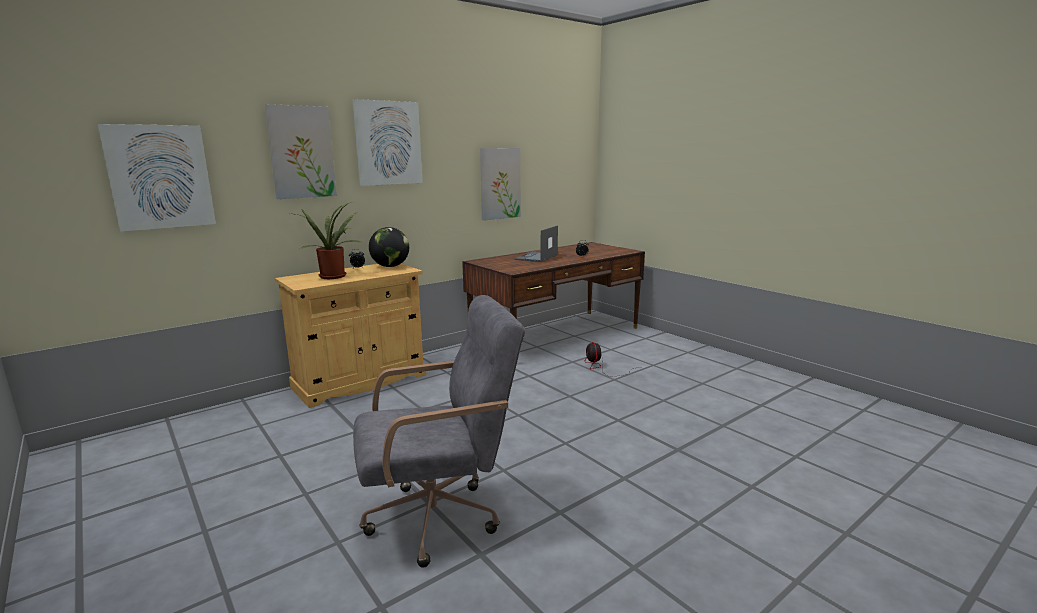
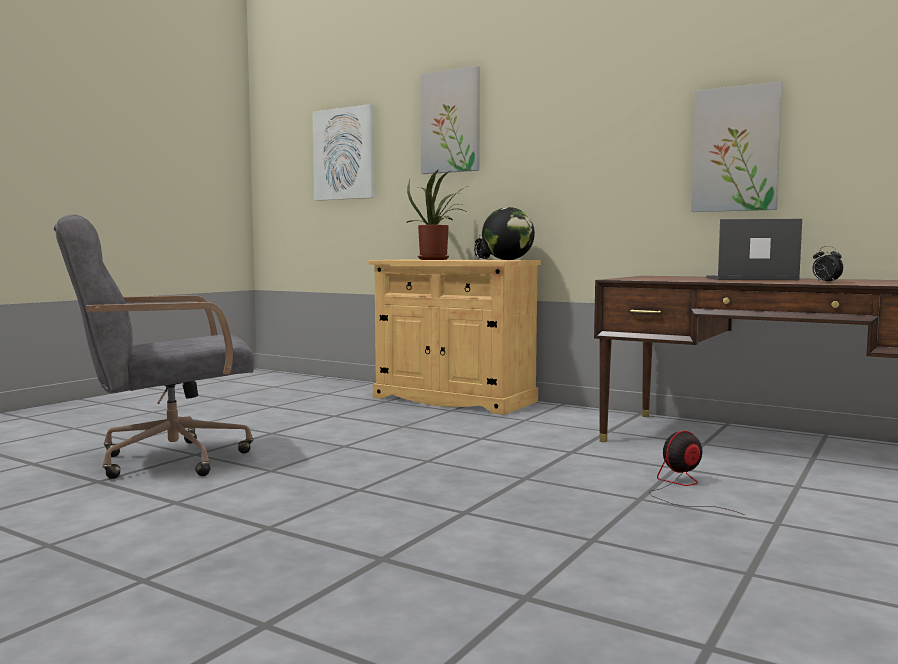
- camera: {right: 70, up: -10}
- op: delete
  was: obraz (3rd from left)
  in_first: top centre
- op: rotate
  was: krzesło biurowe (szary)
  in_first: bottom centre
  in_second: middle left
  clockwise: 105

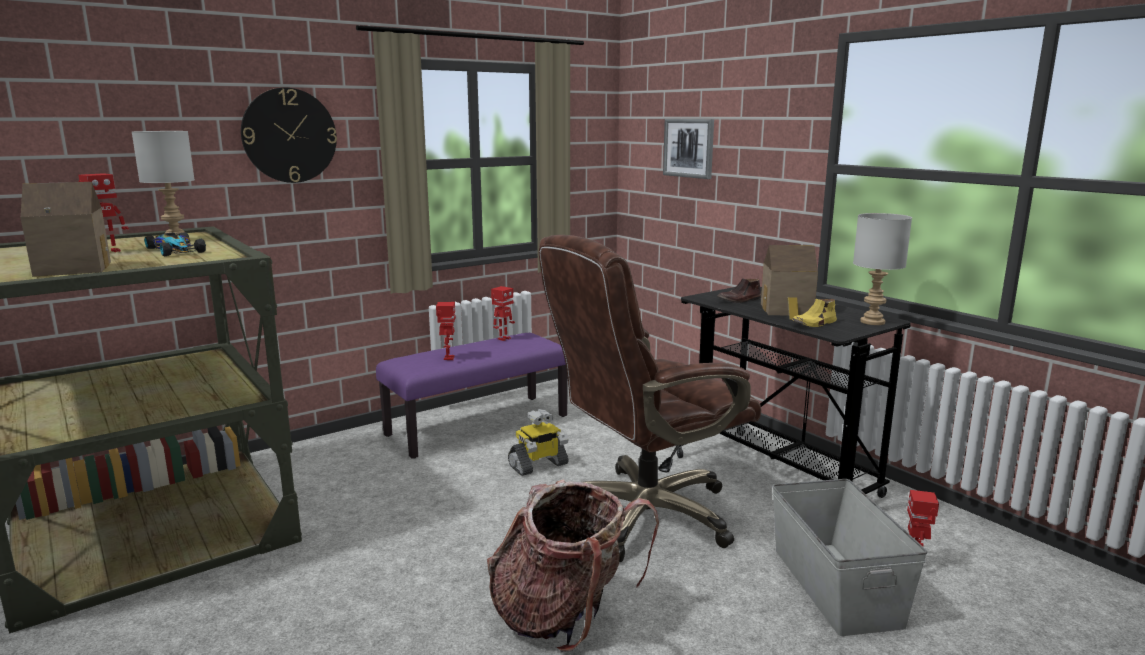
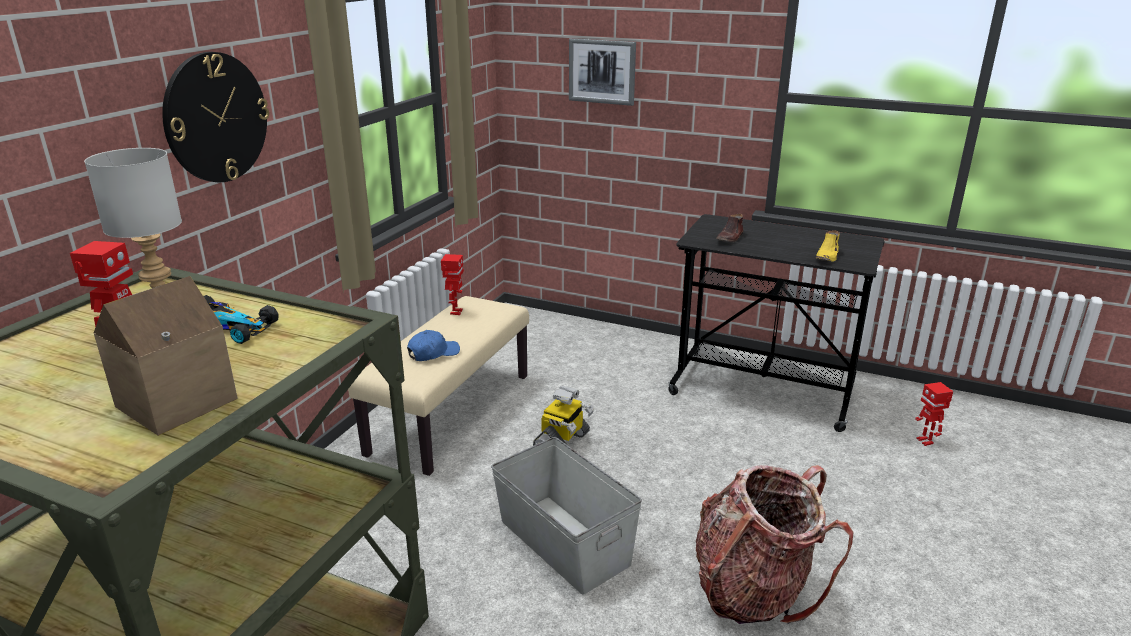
- camera: {right: -30, up: 10}
- op: delete
  was: lampa stołowa (szary) (2nd from left)
  in_first: middle right
- op: delete
  was: krzesło biurowe (brązowy)
  in_first: centre
- op: delete
  was: domek (2nd from left)
  in_first: middle right
- op: replace
  was: robot zabawkowy (2nd from left)
  now: czapka z daszkiem (niebieski)
  in_first: centre
  in_second: centre
- op: recolor
  was: ławka (fioletowy)
  now: ławka (beżowy)
  in_first: centre
  in_second: centre
- op: move
  was: pojemnik do przechowywania (szary)
  in_first: bottom right
  in_second: bottom centre

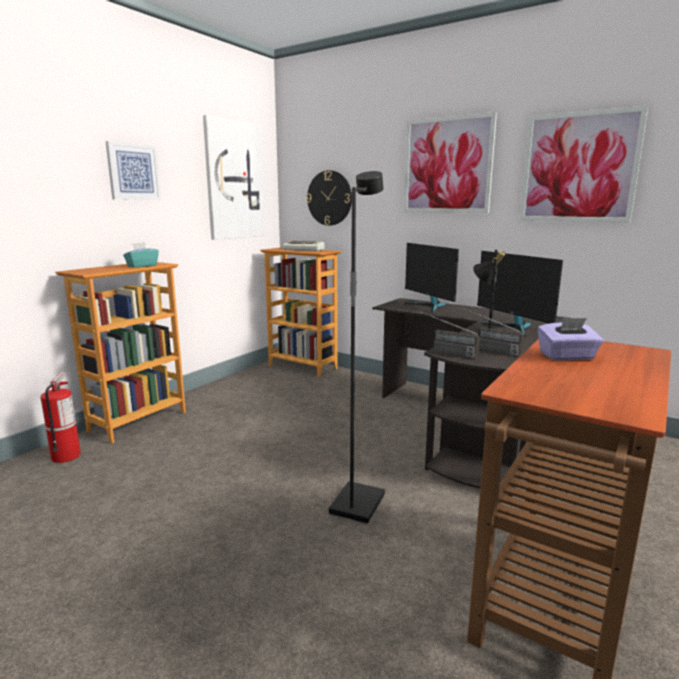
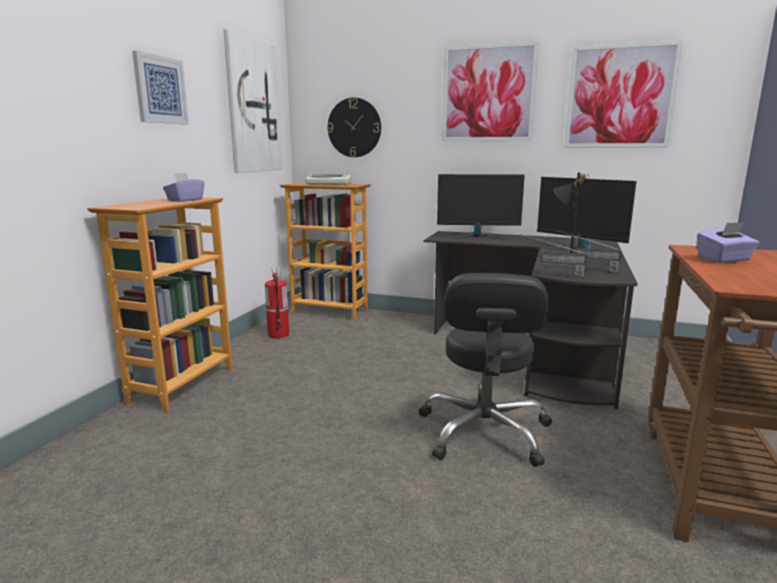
- camera: {right: -15, up: 0}
- op: replace
  was: lampa stojąca (czarny)
  now: krzesło biurowe (czarny)
  in_first: centre
  in_second: centre
- op: recolor
  was: pudełko chusteczek (turkusowy)
  now: pudełko chusteczek (fioletowy) (1st from left)
  in_first: middle left
  in_second: top left
- op: rotate
  was: monitor (1st from left)
  in_first: centre
  in_second: centre
  clockwise: -45
- op: move
  was: gaśnica
  in_first: middle left
  in_second: centre

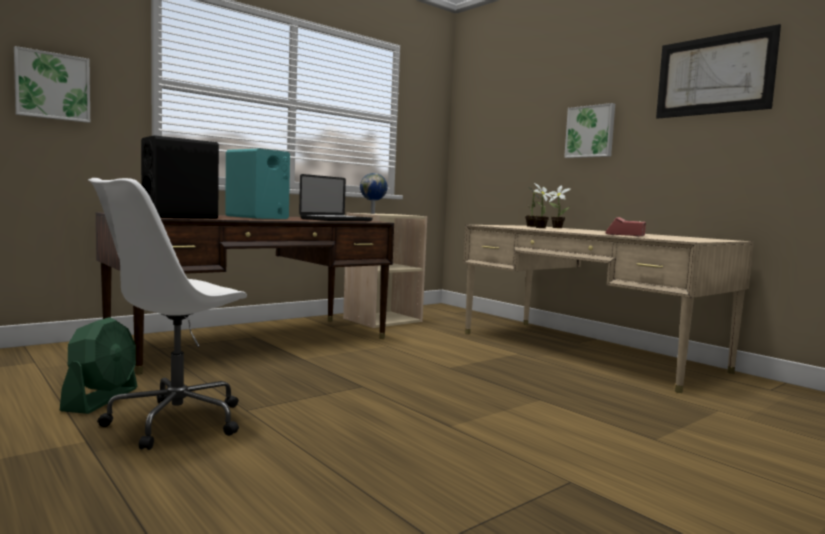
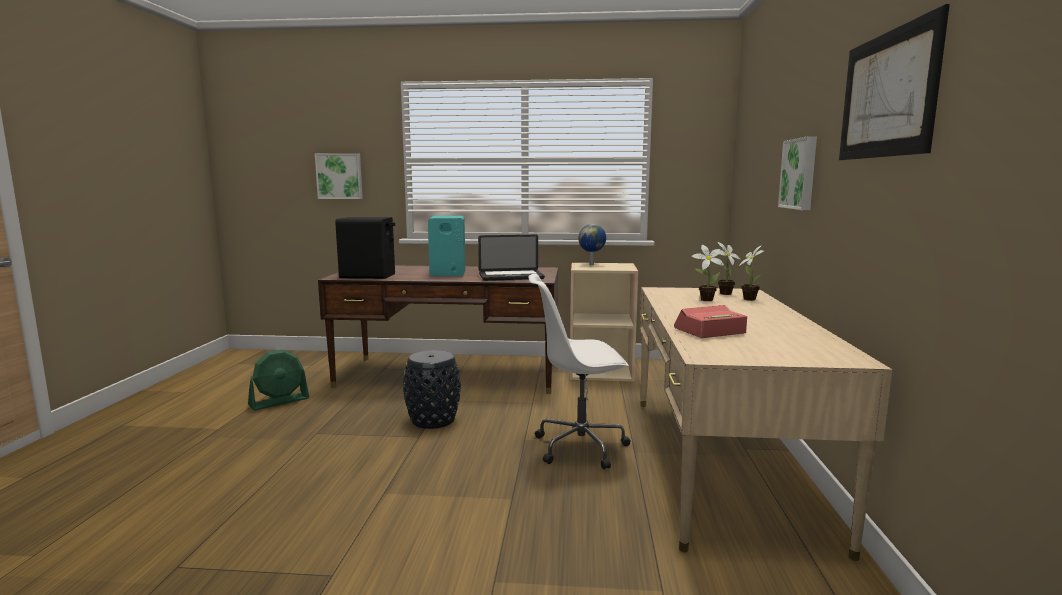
- camera: {right: 45, up: 5}
- op: move
  was: krzesło biurowe (biały)
  in_first: middle left
  in_second: centre
- op: insert
  now: stołek (czarny)
  in_second: centre

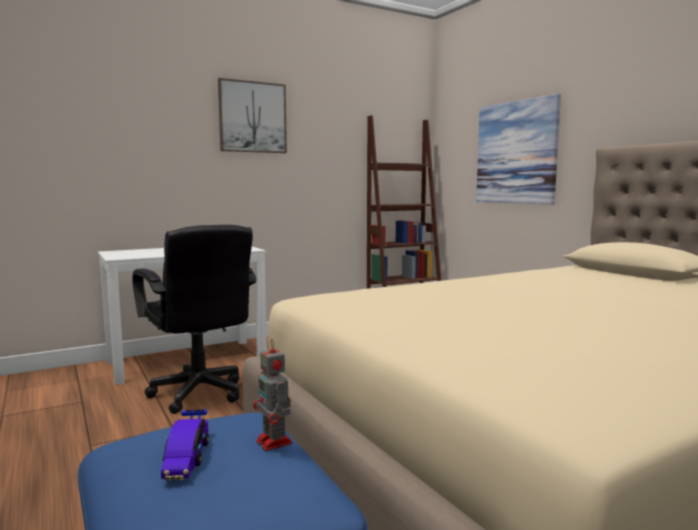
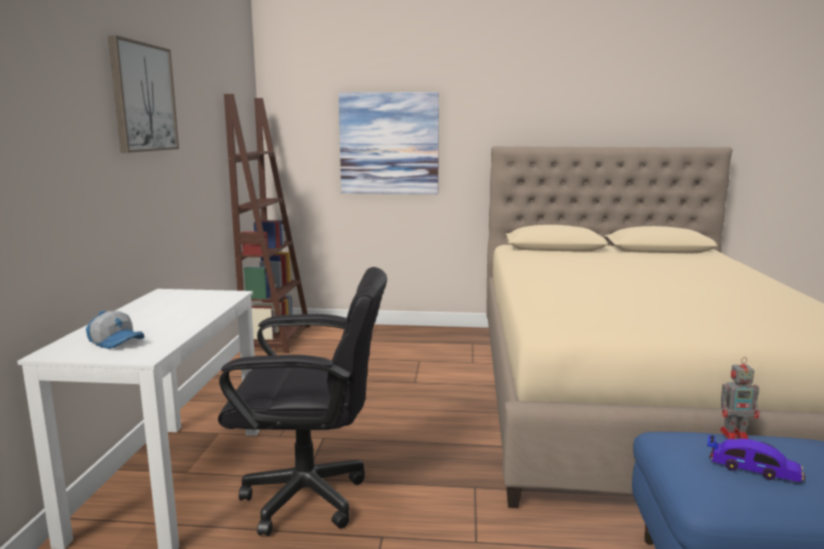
- camera: {right: -55, up: 5}
- op: insert
  now: czapka z daszkiem
  in_second: middle left

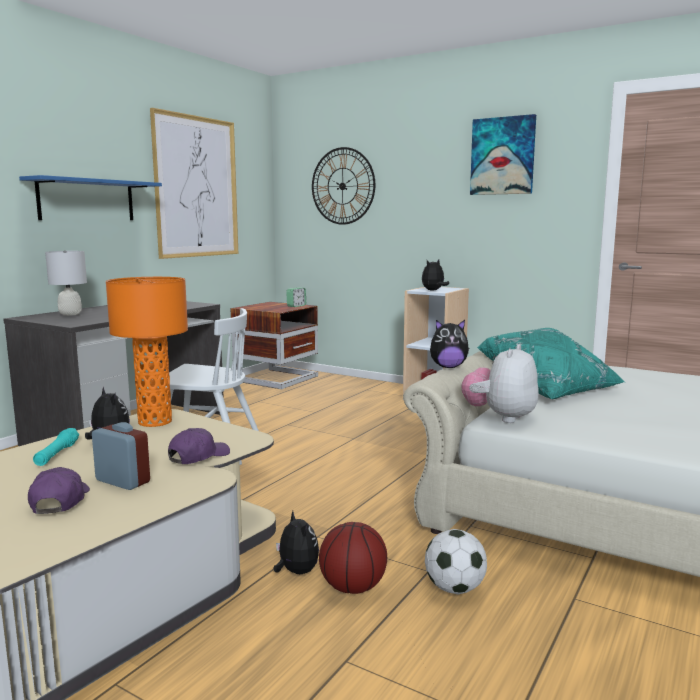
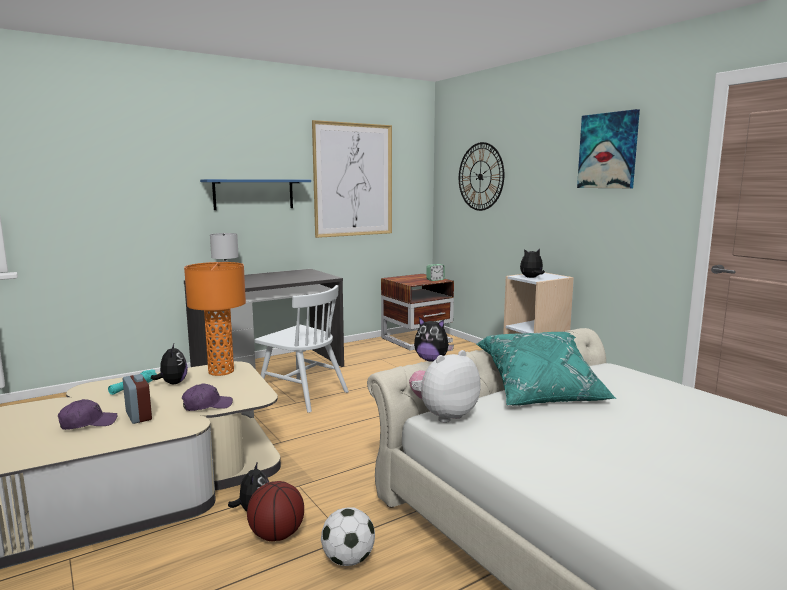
- camera: {right: 25, up: 0}
- op: rotate
  was: czapka z daszkiem (fioletowy) (1st from left)
  in_first: bottom left
  in_second: bottom left
  clockwise: 45

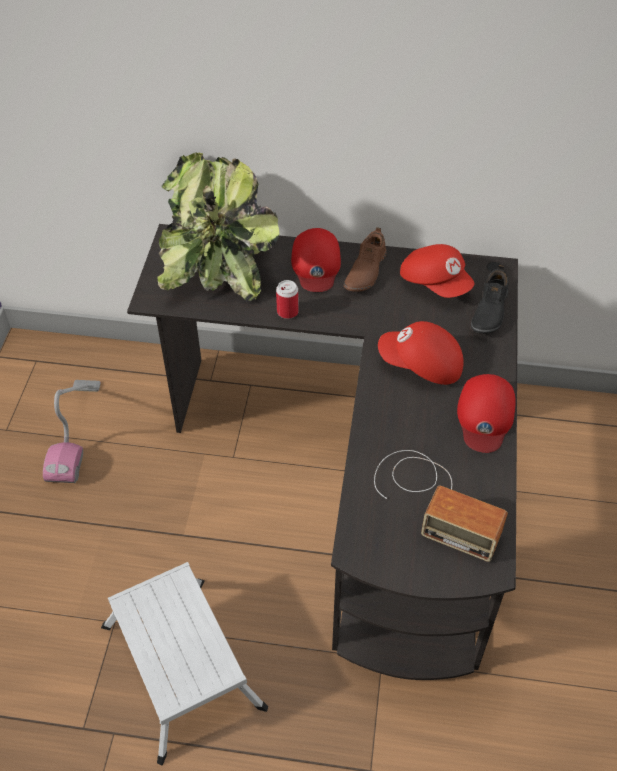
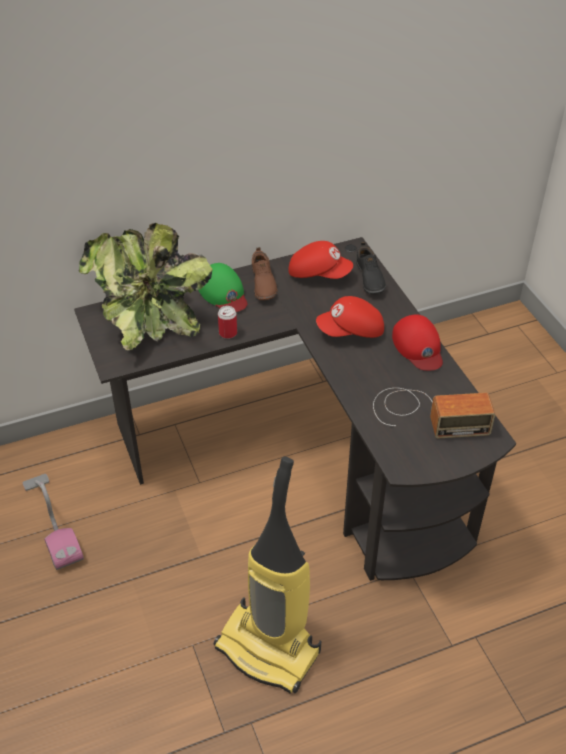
- camera: {right: -30, up: -5}
- op: recolor
  was: czapka z daszkiem (czerwony) (1st from left)
  now: czapka z daszkiem (zielony)
  in_first: centre
  in_second: centre
- op: replace
  was: drabinka (biały)
  now: odkurzacz (2nd from left)
  in_first: bottom left
  in_second: bottom centre

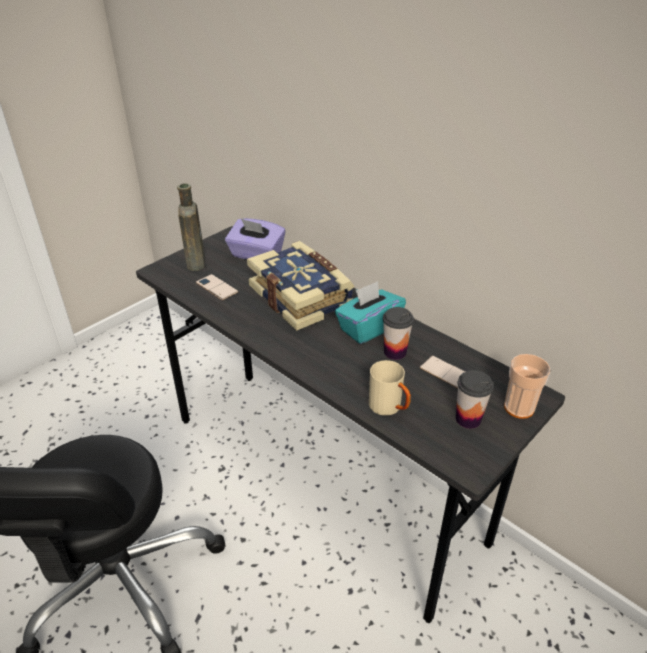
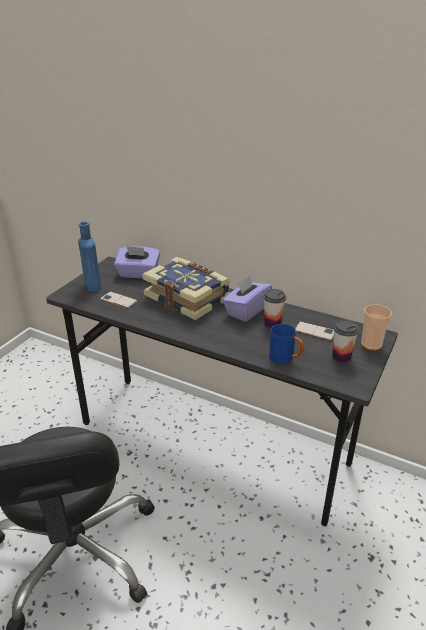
- camera: {right: -15, up: -5}
- op: recolor
  was: butelka (brązowy)
  now: butelka (niebieski)
  in_first: middle left
  in_second: middle left
- op: recolor
  was: pudełko chusteczek (turkusowy)
  now: pudełko chusteczek (fioletowy) (2nd from left)
  in_first: centre
  in_second: centre
- op: recolor
  was: kubek (beżowy)
  now: kubek (niebieski)
  in_first: centre
  in_second: middle right

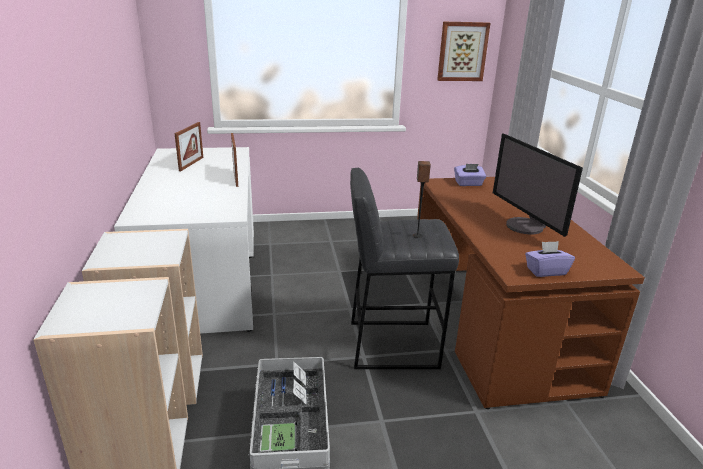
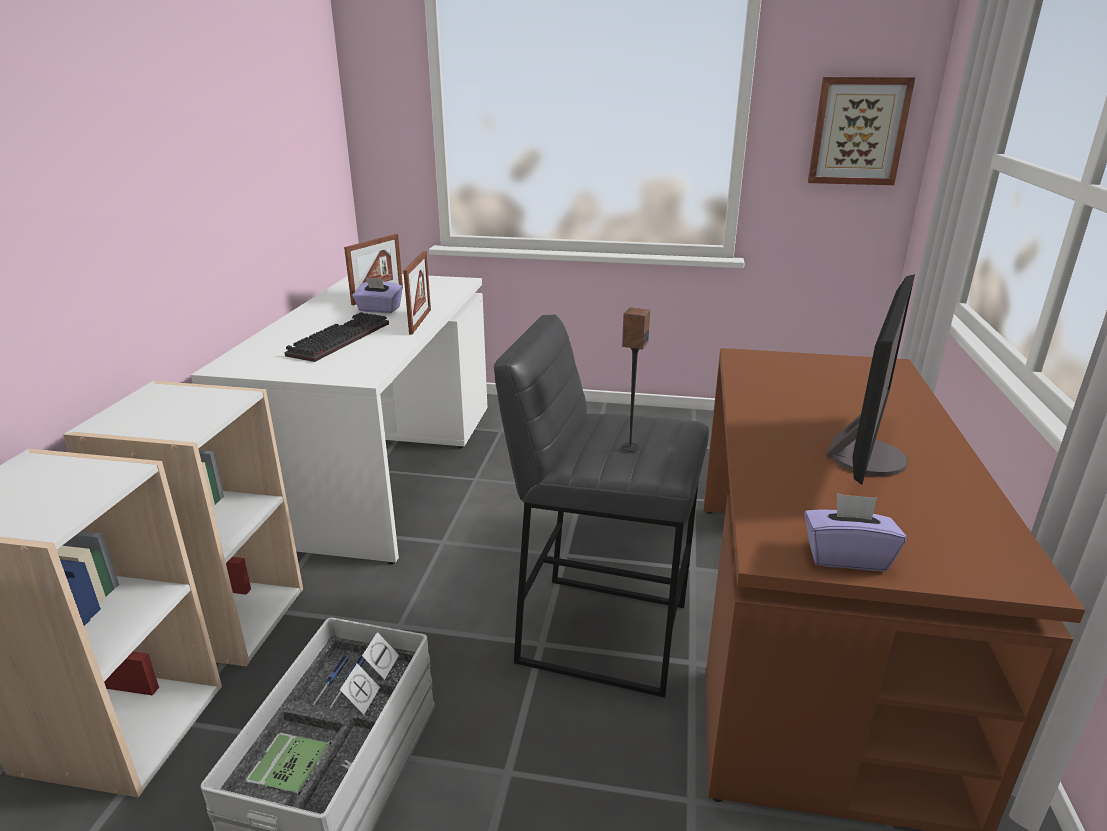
- camera: {right: 20, up: 0}
- op: rotate
  was: monitor
  in_first: middle right
  in_second: middle right
  clockwise: -150
- op: move
  was: pudełko chusteczek (fioletowy) (1st from left)
  in_first: middle right
  in_second: centre
- op: insert
  now: klawiatura
  in_second: middle left

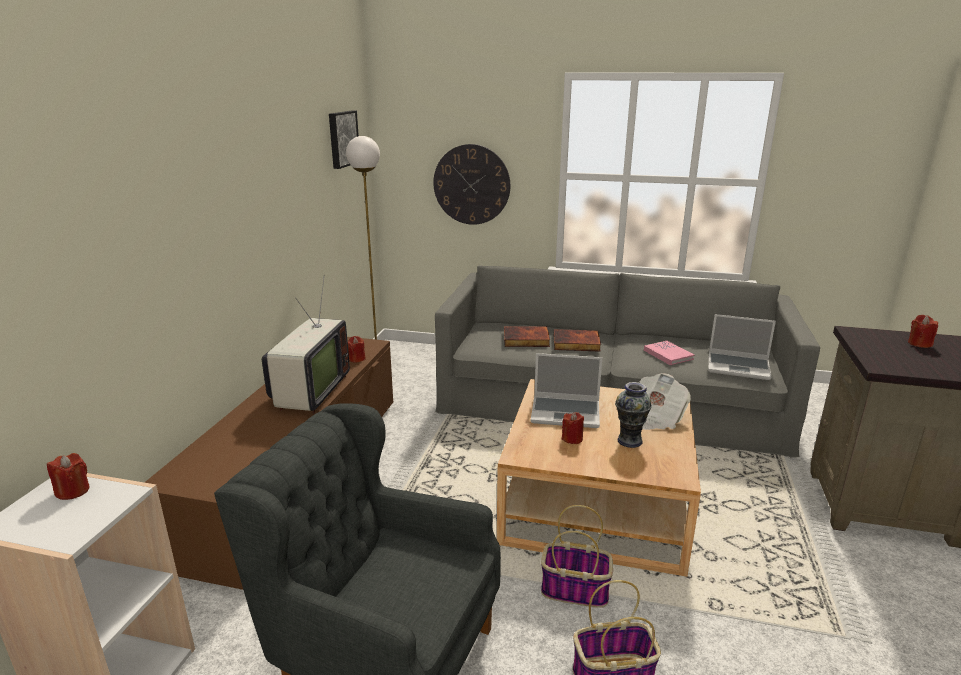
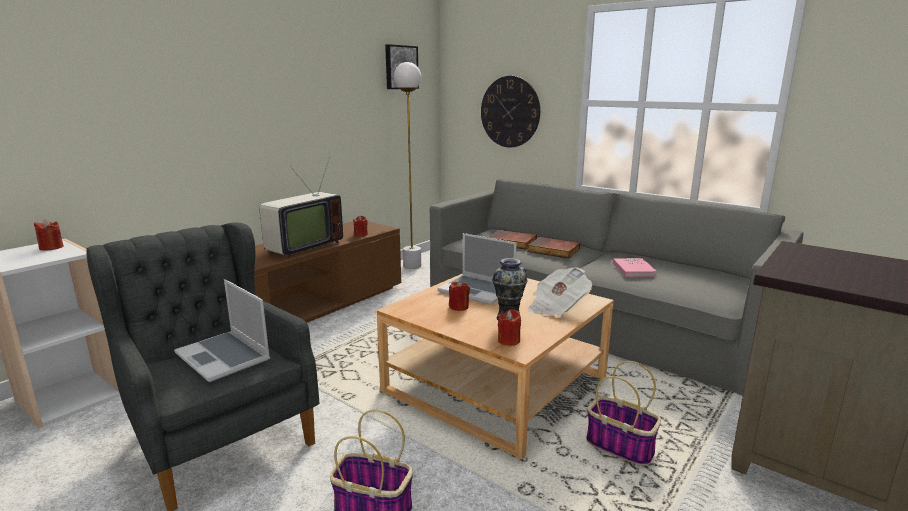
- camera: {right: 25, up: -5}
- op: move
  was: laptop (2nd from left in the first image)
  now: laptop (1st from left)
  in_first: middle right
  in_second: middle left
- op: move
  was: świeca (czerwony) (4th from left)
  in_first: middle right
  in_second: centre
- op: move
  was: koszyk (1st from left in the first image)
  now: koszyk (2nd from left)
  in_first: bottom centre
  in_second: bottom right

